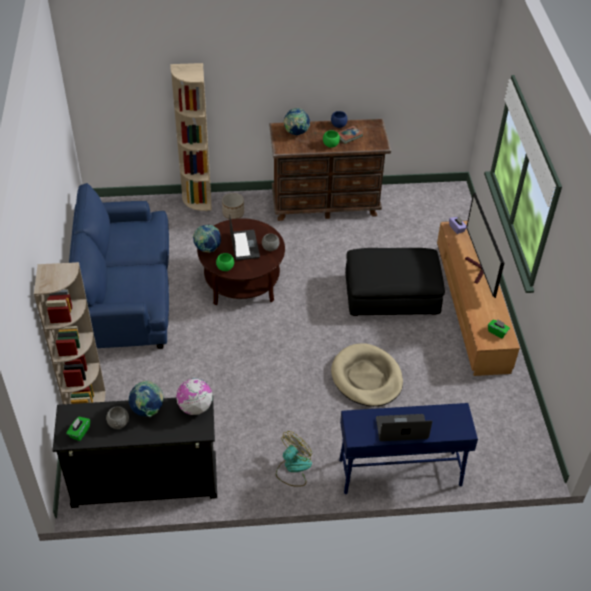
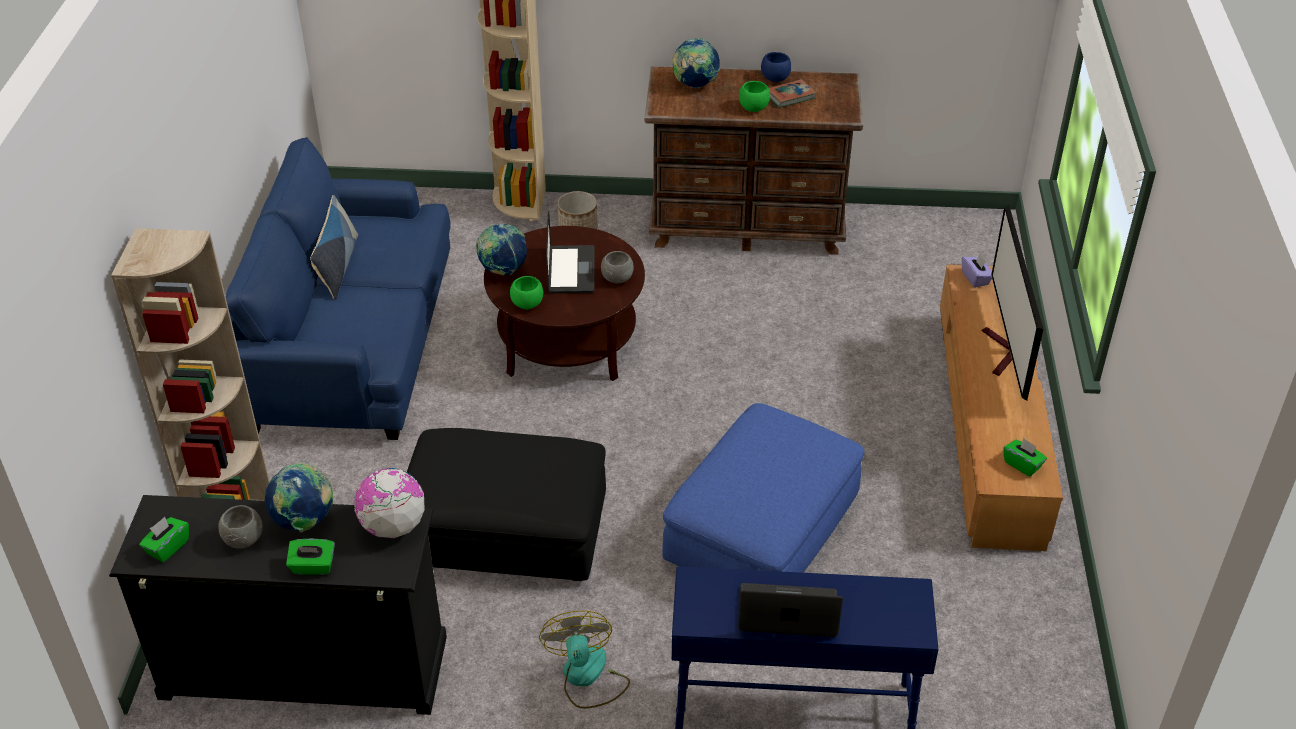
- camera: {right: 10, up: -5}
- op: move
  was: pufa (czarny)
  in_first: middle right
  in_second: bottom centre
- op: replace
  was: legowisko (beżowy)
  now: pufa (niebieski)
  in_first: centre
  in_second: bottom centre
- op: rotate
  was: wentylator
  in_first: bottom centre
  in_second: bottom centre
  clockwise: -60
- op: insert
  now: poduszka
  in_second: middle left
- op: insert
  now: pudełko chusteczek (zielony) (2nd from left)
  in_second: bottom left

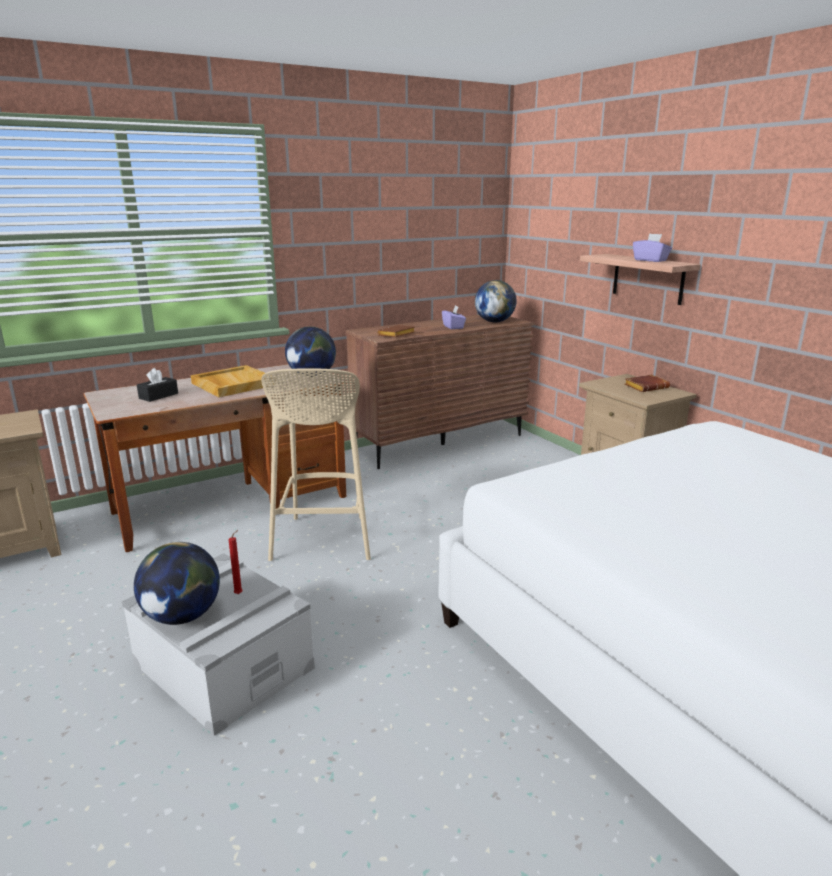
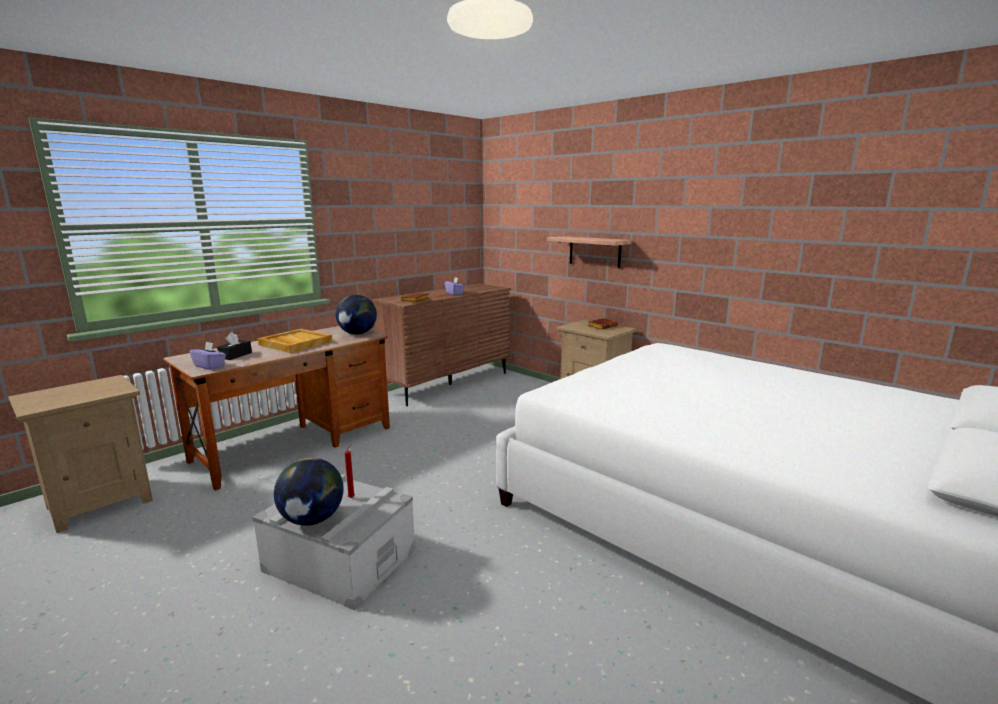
- camera: {right: -15, up: -5}
- op: move
  was: pudełko chusteczek (fioletowy) (2nd from left in the first image)
  now: pudełko chusteczek (fioletowy) (1st from left)
  in_first: top right
  in_second: middle left
- op: delete
  was: globus (3rd from left)
  in_first: centre
- op: delete
  was: stołek (beżowy)
  in_first: centre

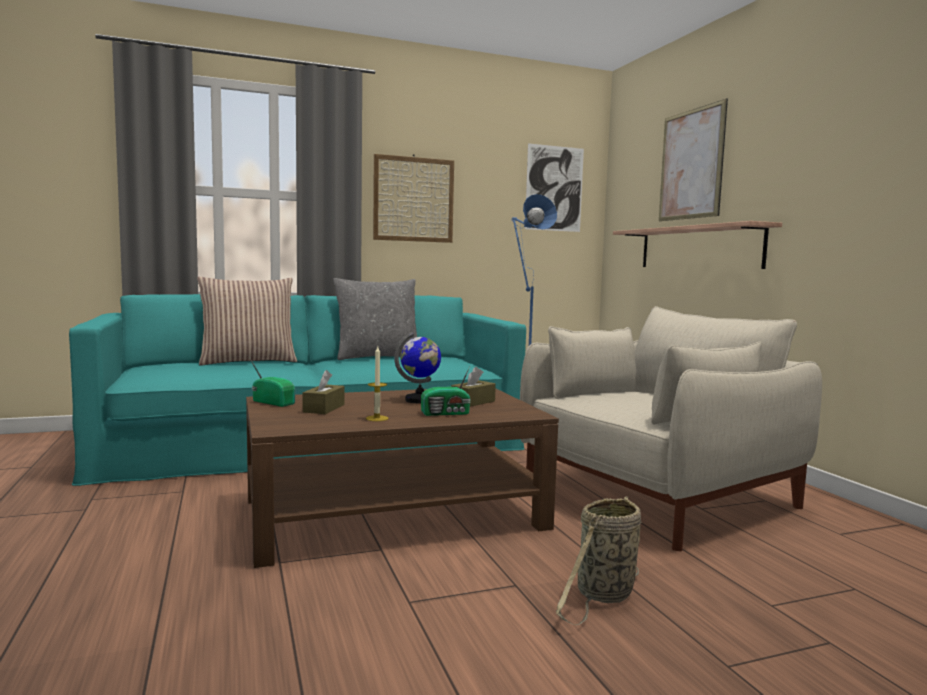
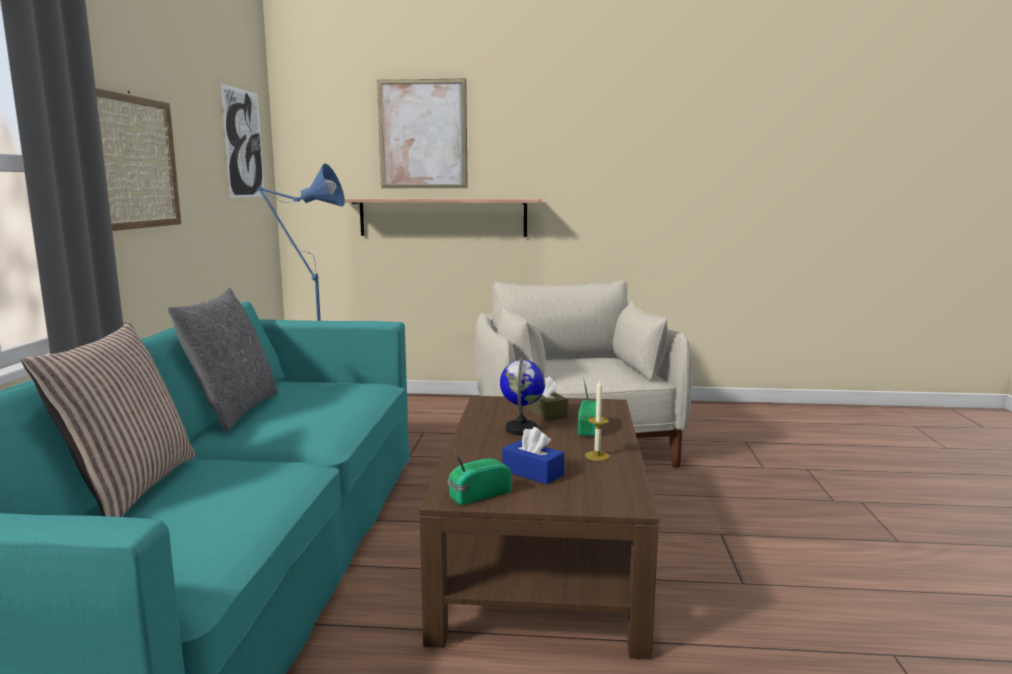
- camera: {right: -65, up: 5}
- op: recolor
  was: pudełko chusteczek (brązowy) (1st from left)
  now: pudełko chusteczek (niebieski)
  in_first: centre
  in_second: bottom centre
- op: delete
  was: koszyk
  in_first: bottom centre

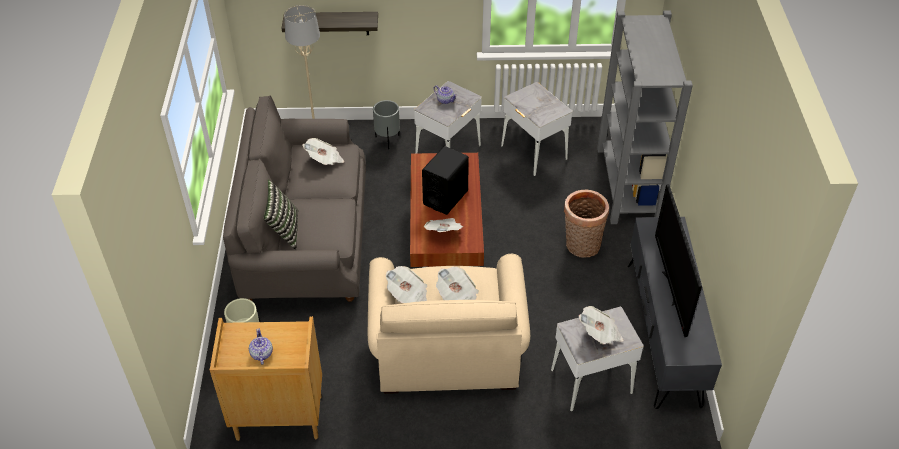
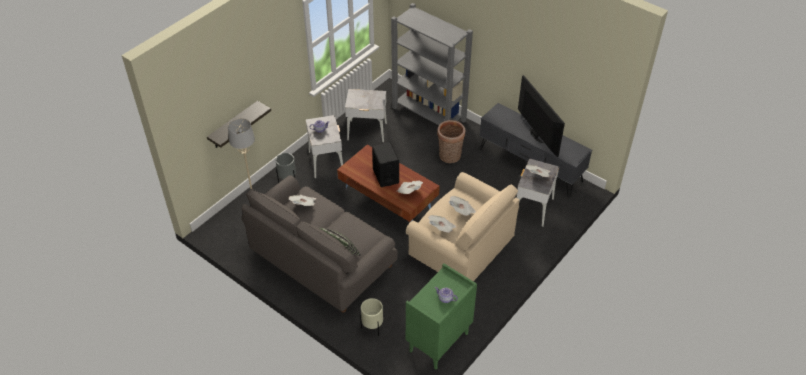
- camera: {right: -50, up: 0}
- op: rotate
  was: telewizor
  in_first: middle right
  in_second: top right
  clockwise: -150
- op: recolor
  was: szafka (brązowy)
  now: szafka (zielony)
  in_first: bottom left
  in_second: bottom centre

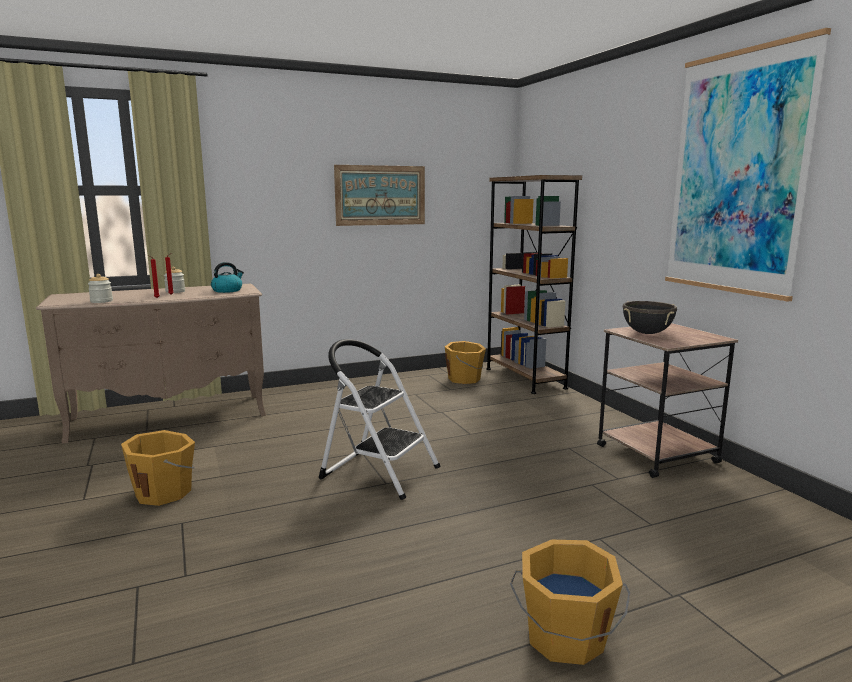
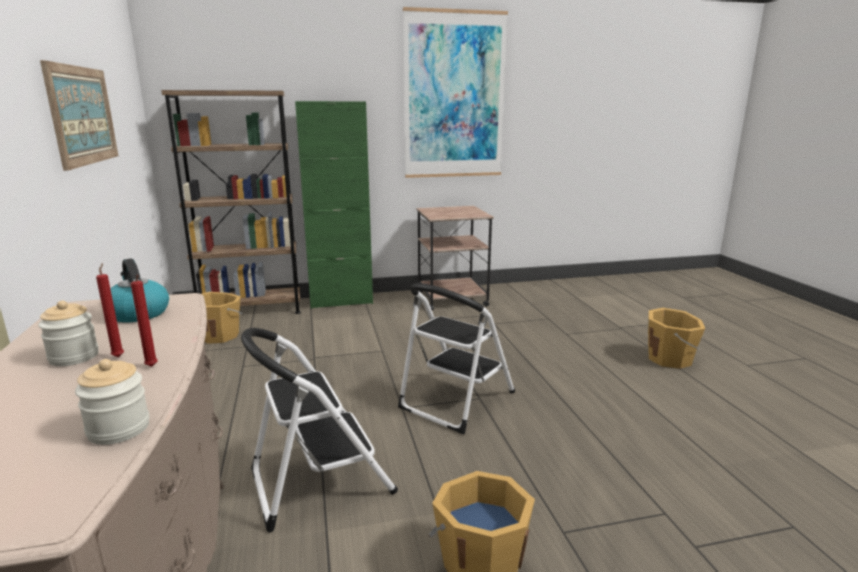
- camera: {right: -80, up: 5}
- op: delete
  was: garnek (czarny)
  in_first: middle right
- op: insert
  now: szafka (zielony)
  in_second: centre
- op: insert
  now: drabinka (1st from left)
  in_second: bottom centre

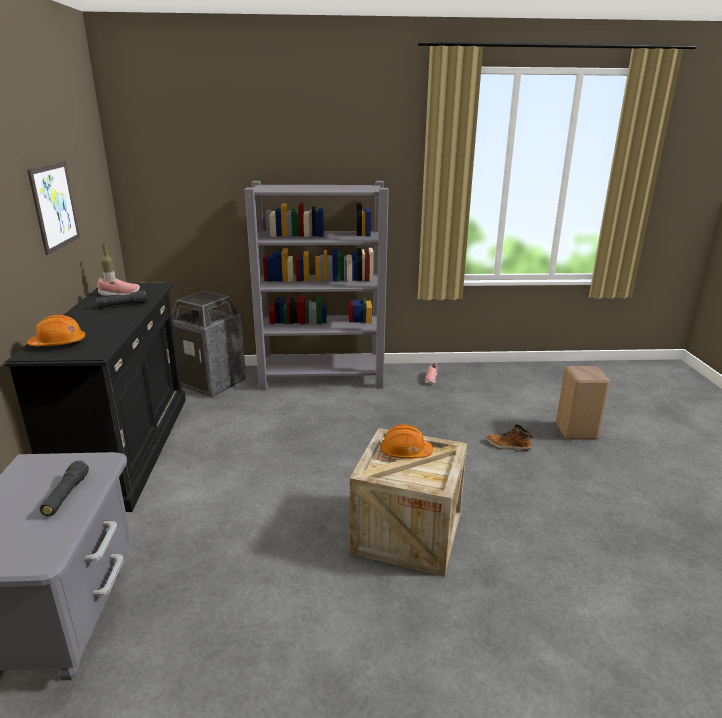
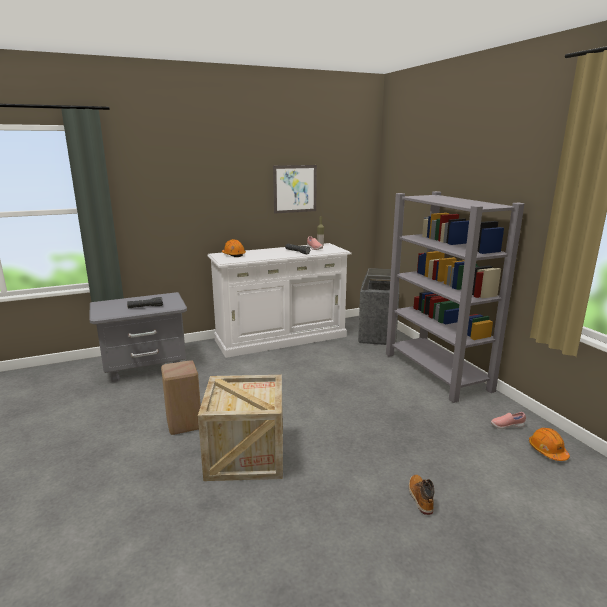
- camera: {right: 70, up: -5}
- op: recolor
  was: szafka (czarny)
  now: szafka (biały)
  in_first: middle left
  in_second: centre
- op: move
  was: stołek (beżowy)
  in_first: middle right
  in_second: middle left
- op: move
  was: kask (pomarańczowy) (2nd from left)
  in_first: centre
  in_second: bottom right

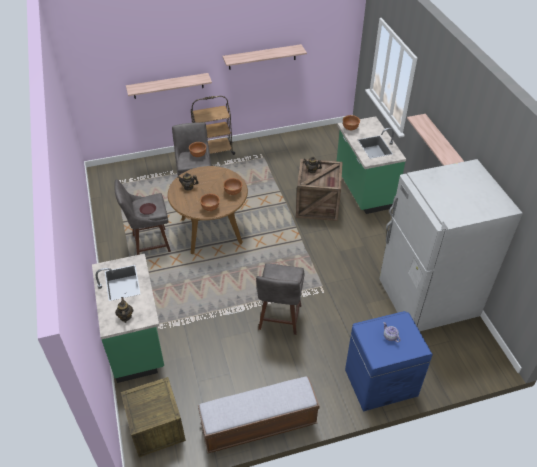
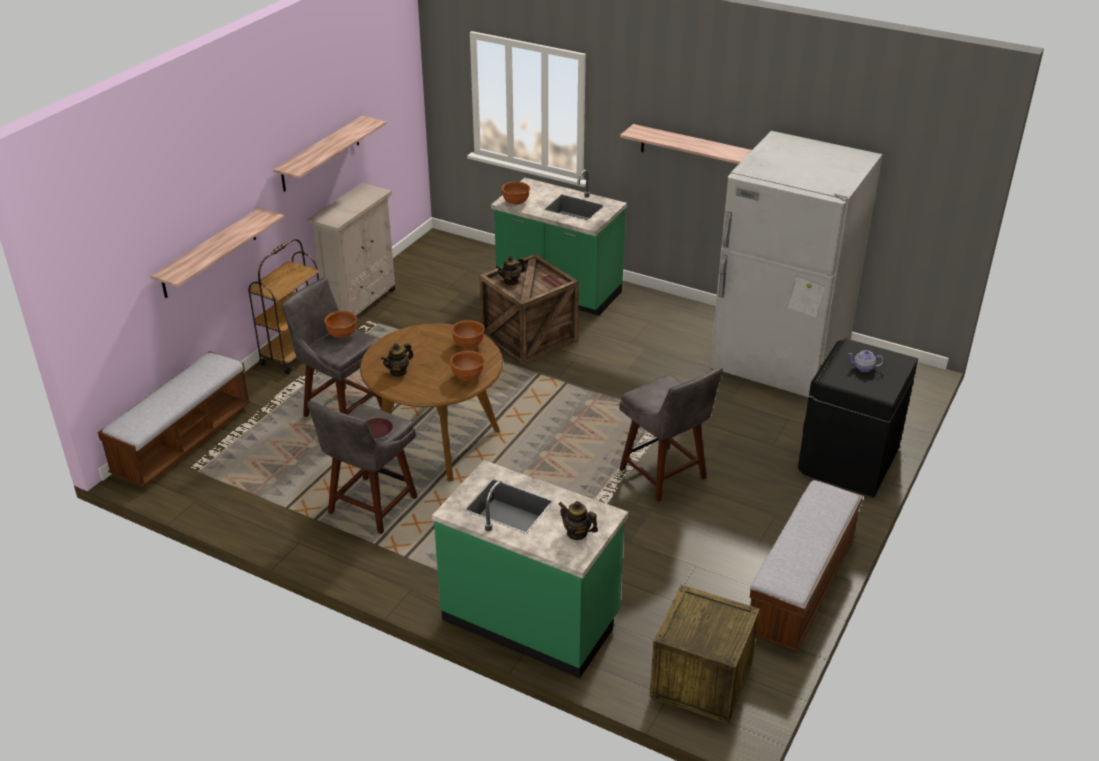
- camera: {right: -45, up: -10}
- op: recolor
  was: pralka (niebieski)
  now: pralka (czarny)
  in_first: bottom right
  in_second: middle right
- op: insert
  now: szafka (beżowy)
  in_second: top left
- op: insert
  now: ławka (1st from left)
  in_second: middle left

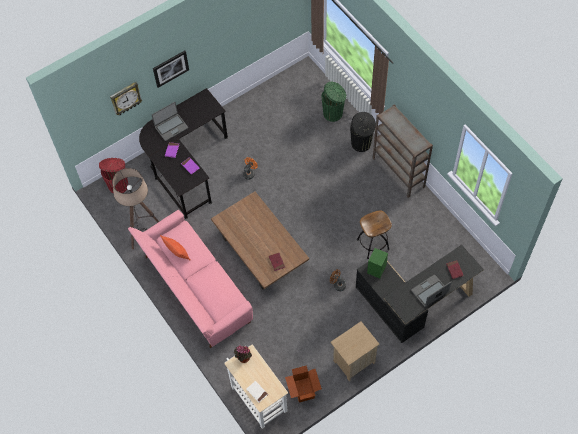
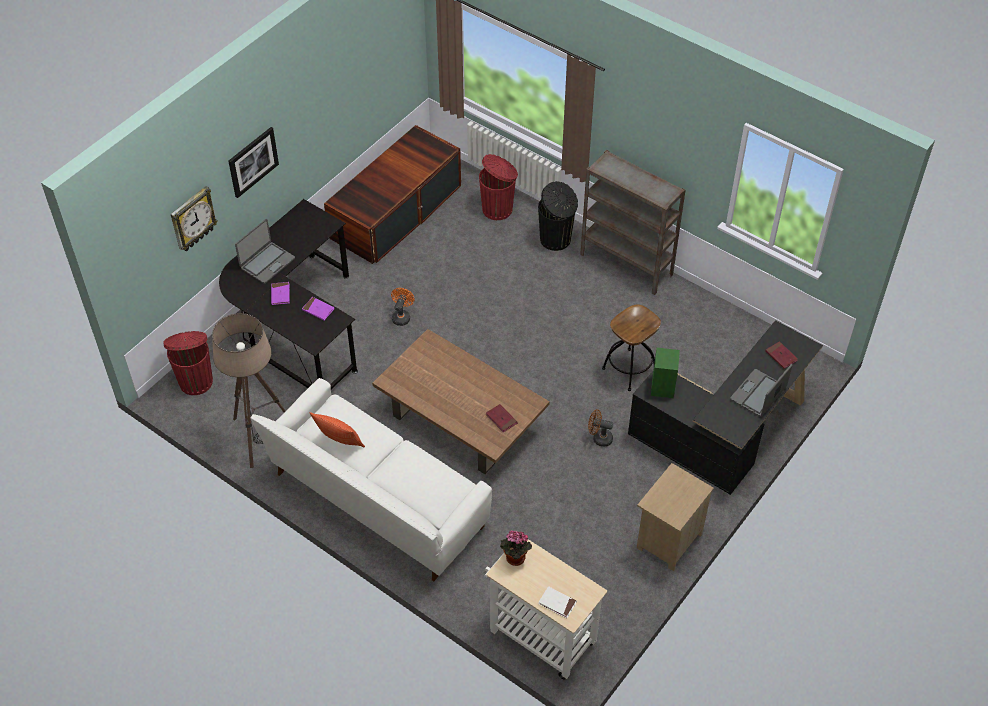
- camera: {right: -20, up: -10}
- op: recolor
  was: kosz na śmieci (zielony)
  now: kosz na śmieci (czerwony) (2nd from left)
  in_first: top centre
  in_second: top centre
- op: recolor
  was: kanapa (różowy)
  now: kanapa (biały)
  in_first: middle left
  in_second: bottom centre
- op: delete
  was: karton
  in_first: bottom centre
- op: insert
  now: szafka
  in_second: top centre

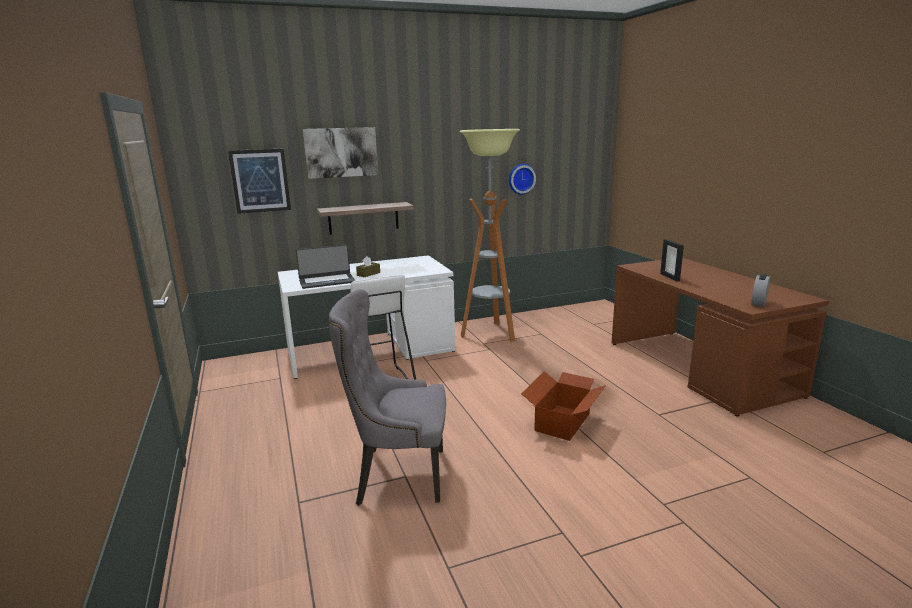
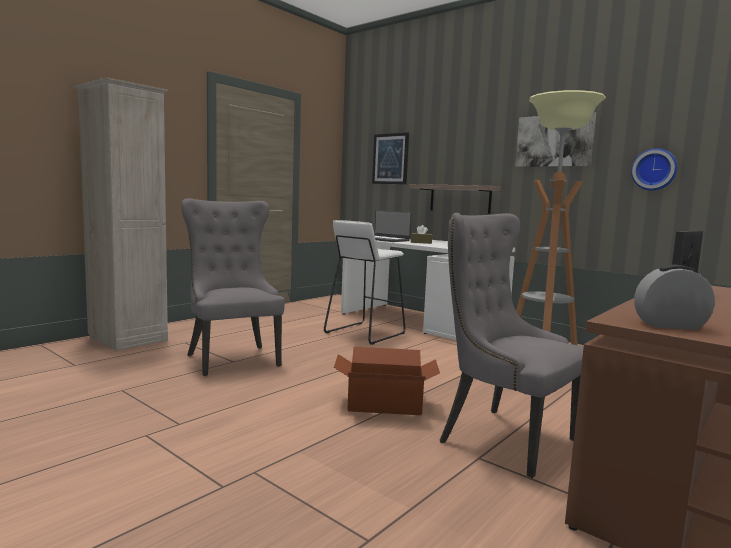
- camera: {right: 60, up: -10}
- op: move
  was: obraz (2nd from left)
  in_first: top centre
  in_second: top right
- op: insert
  now: szafka (beżowy)
  in_second: middle left
- op: insert
  now: krzesło (szary) (2nd from left)
  in_second: middle right

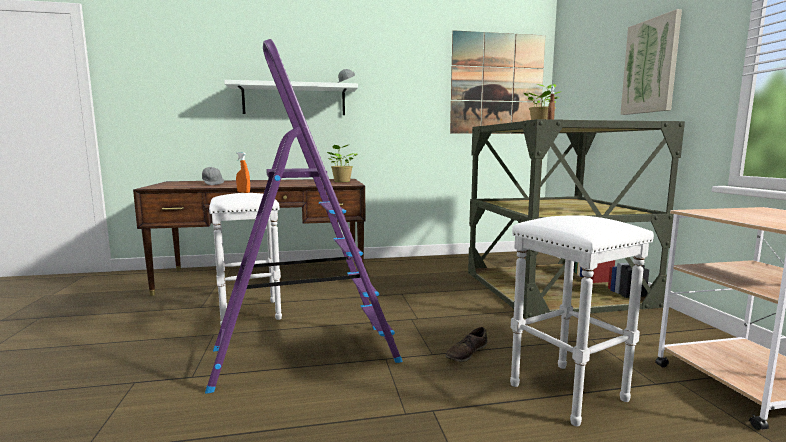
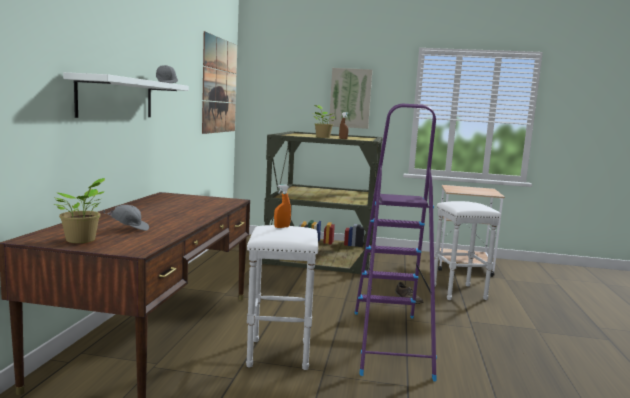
- camera: {right: -70, up: 0}
- op: move
  was: roślina doniczkowa (1st from left)
  in_first: centre
  in_second: middle left

